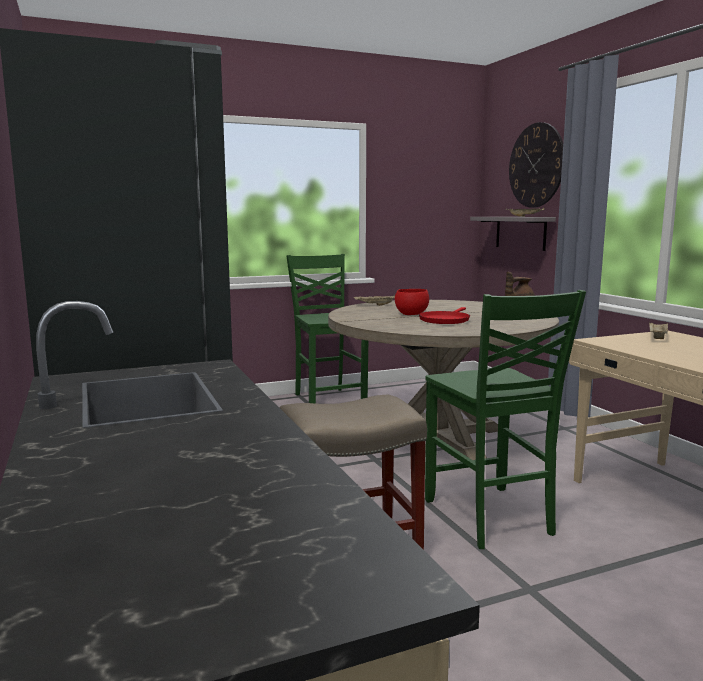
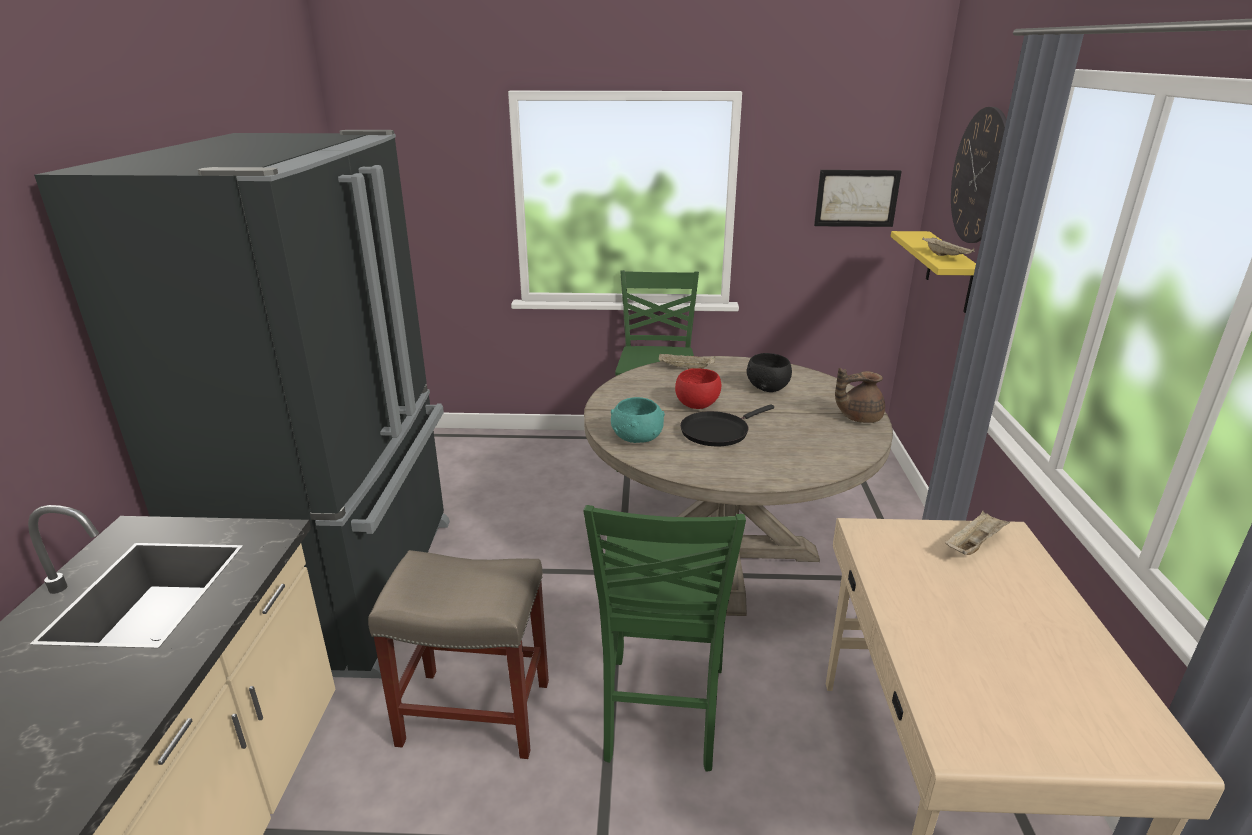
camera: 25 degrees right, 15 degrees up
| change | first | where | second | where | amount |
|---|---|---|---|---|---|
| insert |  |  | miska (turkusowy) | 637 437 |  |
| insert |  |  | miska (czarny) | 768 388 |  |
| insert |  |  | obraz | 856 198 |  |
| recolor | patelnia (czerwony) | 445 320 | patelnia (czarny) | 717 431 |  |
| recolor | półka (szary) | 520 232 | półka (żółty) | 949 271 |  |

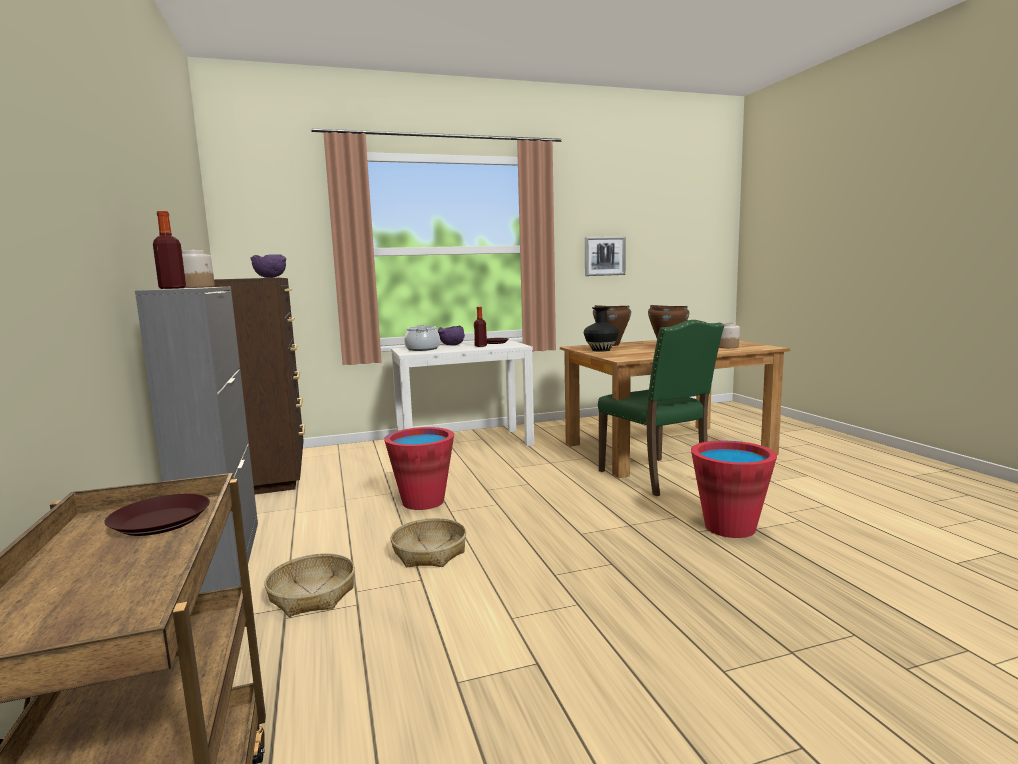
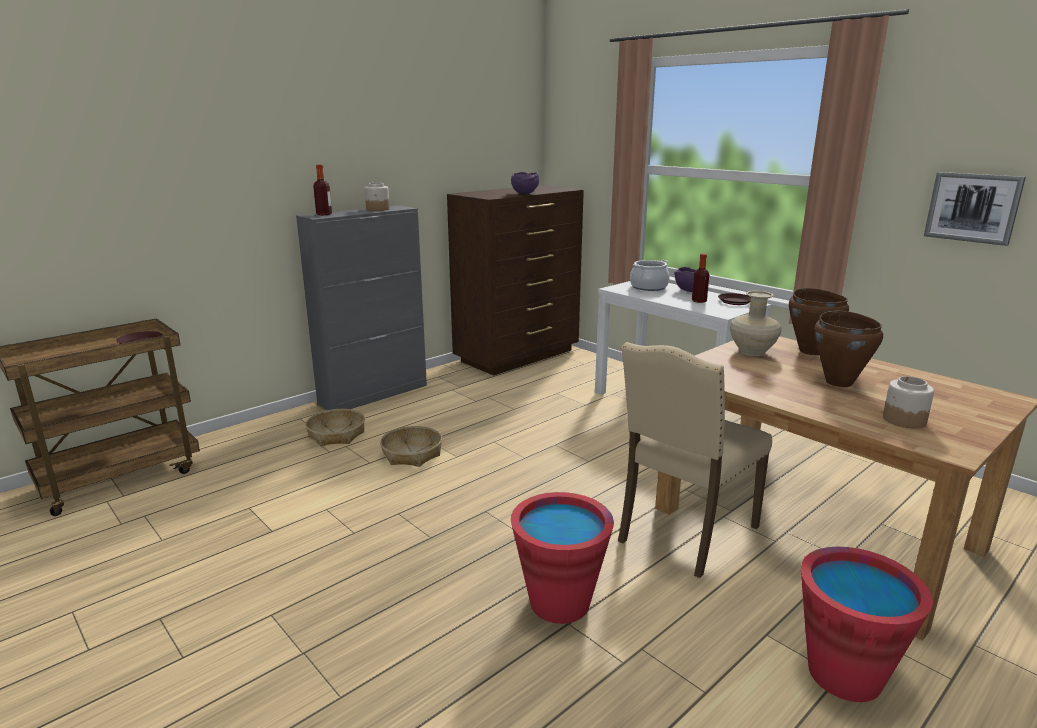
camera: 65 degrees right, 10 degrees up
| change | first | where | second | where | amount |
|---|---|---|---|---|---|
| move | wiadro (czerwony) | 423 501 |  | 844 674 |  |
| recolor | wazon (czarny) | 601 350 | wazon (beżowy) | 752 352 |  |
| recolor | krzesło (zielony) | 656 477 | krzesło (beżowy) | 684 534 |  |

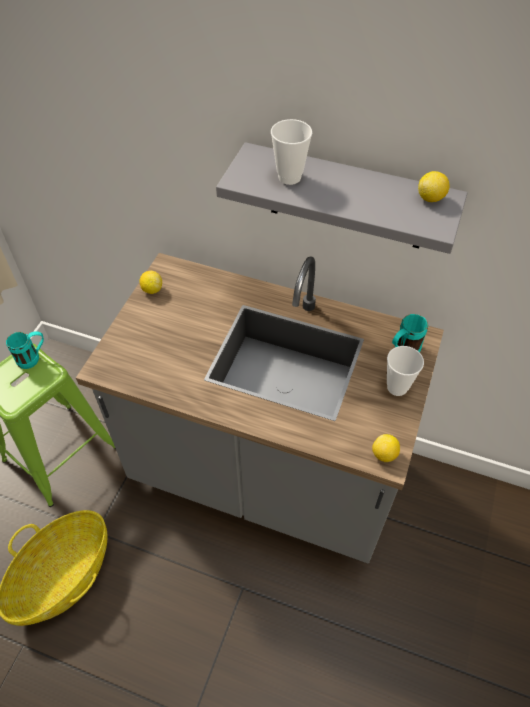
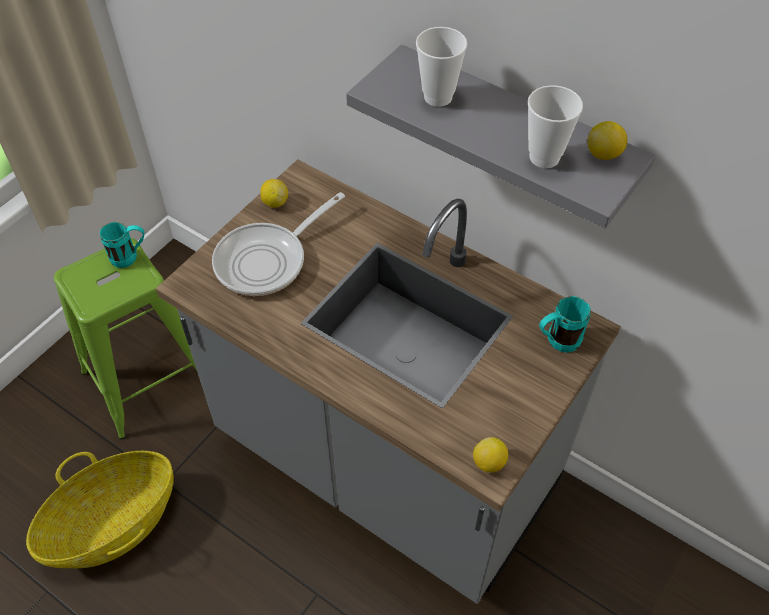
camera: 15 degrees right, 0 degrees up
| change | first | where | second | where | amount |
|---|---|---|---|---|---|
| insert |  |  | patelnia | 267 260 |  |
| move | filiżanka | 397 387 |  | 544 157 |  |

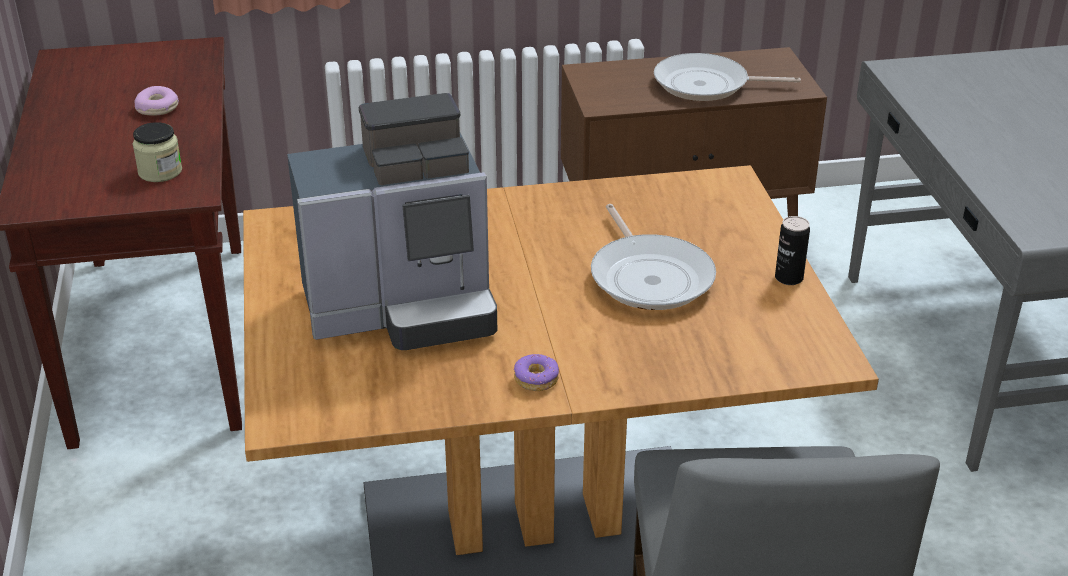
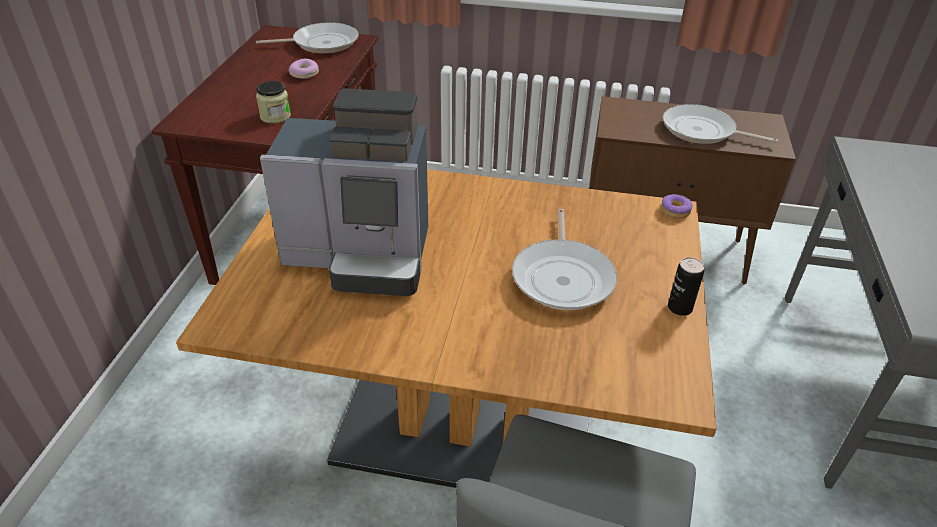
camera: 20 degrees right, 5 degrees up
| change | first | where | second | where | amount |
|---|---|---|---|---|---|
| insert |  |  | patelnia | 321 43 |  |
| move | donut | 536 379 |  | 675 211 |  |

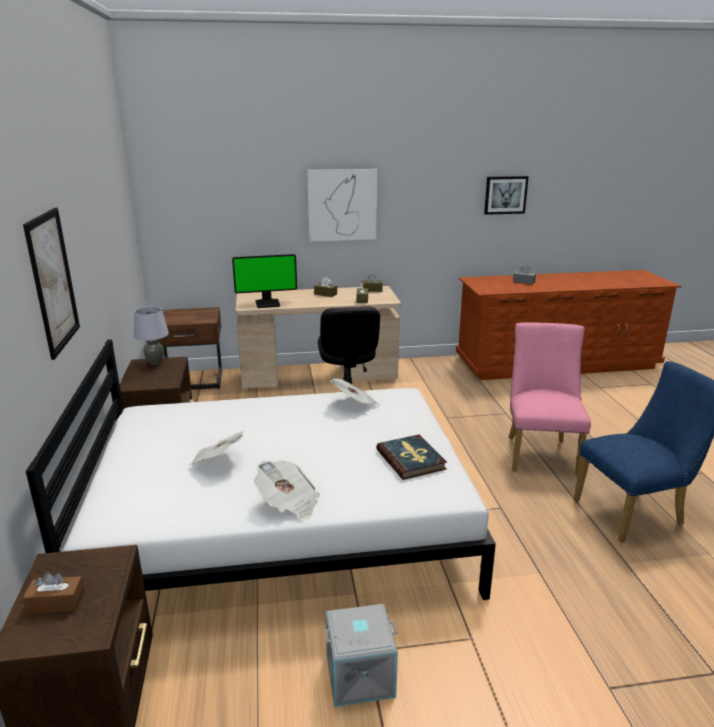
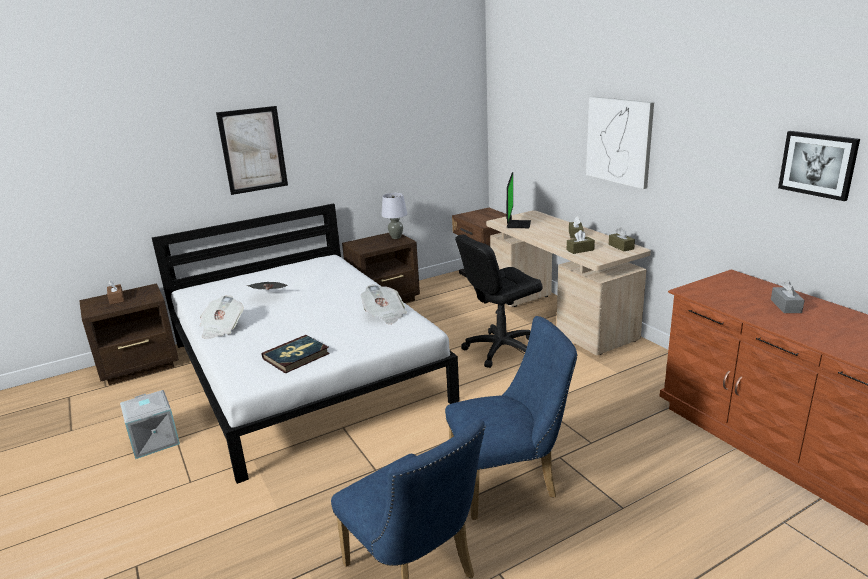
camera: 70 degrees right, 0 degrees up
| change | first | where | second | where | amount |
|---|---|---|---|---|---|
| recolor | krzesło (różowy) | 540 452 | krzesło (niebieski) | 510 482 |  |
| rotate | monitor | 268 303 |  | 517 224 | 135 degrees counterclockwise |

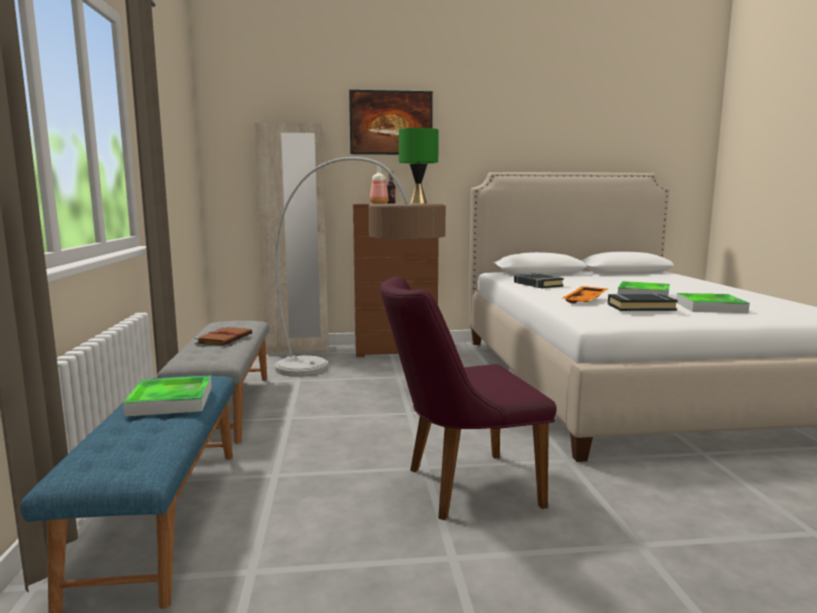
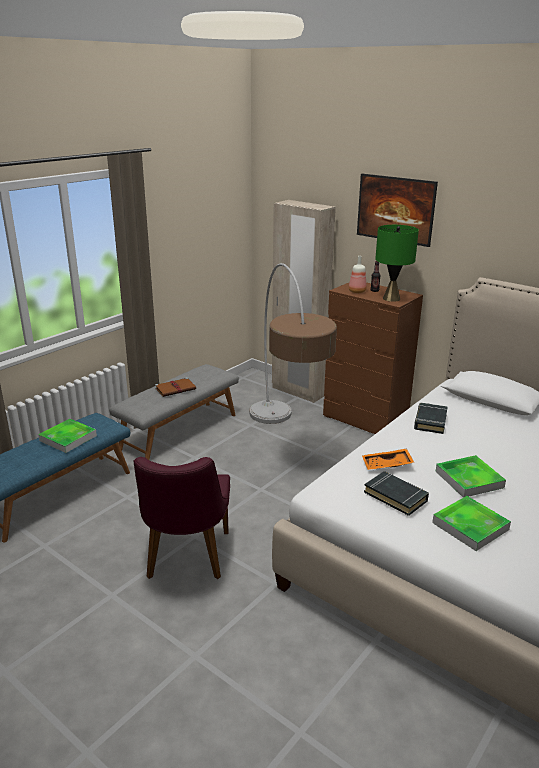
camera: 45 degrees right, 15 degrees up
| change | first | where | second | where | amount |
|---|---|---|---|---|---|
| rotate | krzesło (fioletowy) | 459 487 |  | 186 560 | 120 degrees counterclockwise |

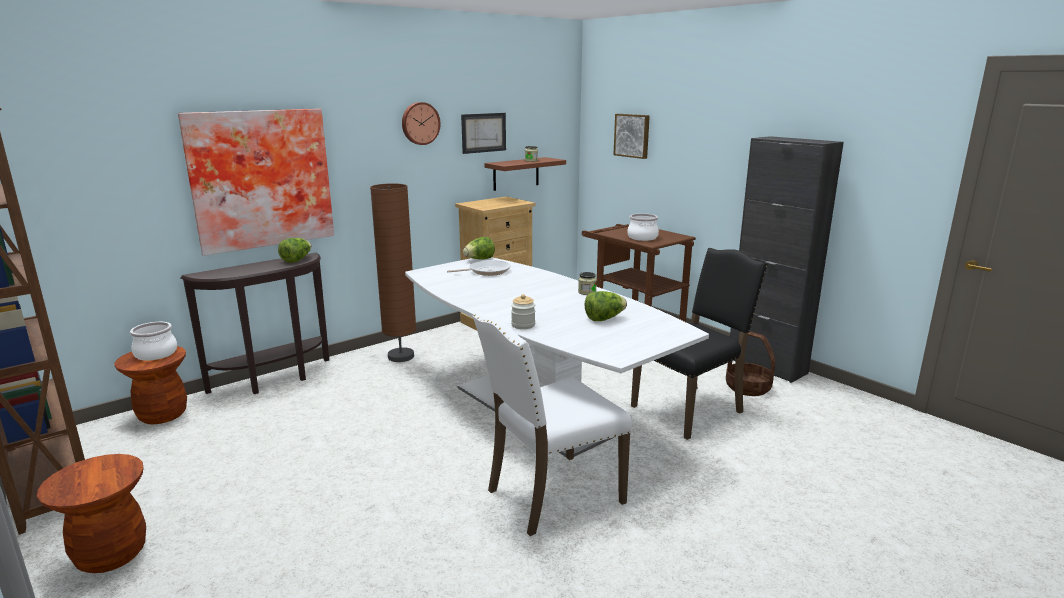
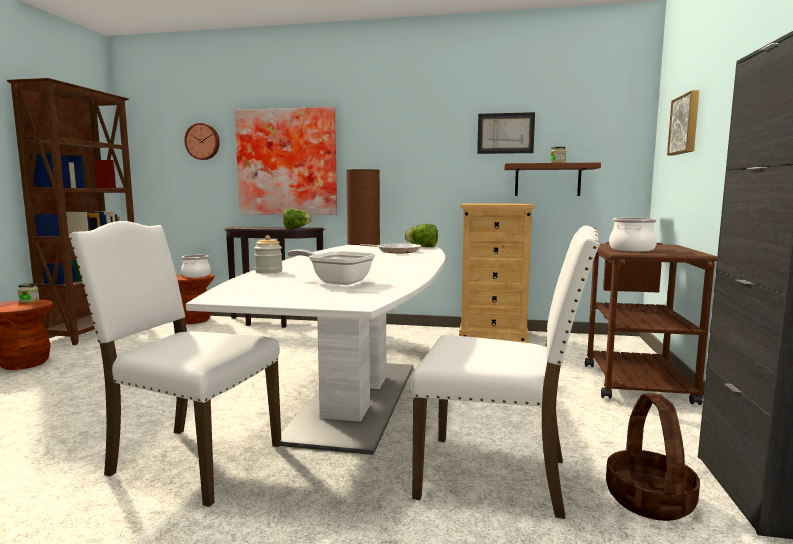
camera: 50 degrees right, 10 degrees down
| change | first | where | second | where | amount |
|---|---|---|---|---|---|
| move | zegar ścienny | 420 123 |  | 203 141 |  |
| move | słoik | 587 292 |  | 29 301 |  |
| replace | sałata | 604 319 | patelnia | 337 282 |  |
| recolor | krzesło (czarny) | 690 409 | krzesło (biały) | 497 476 |  |

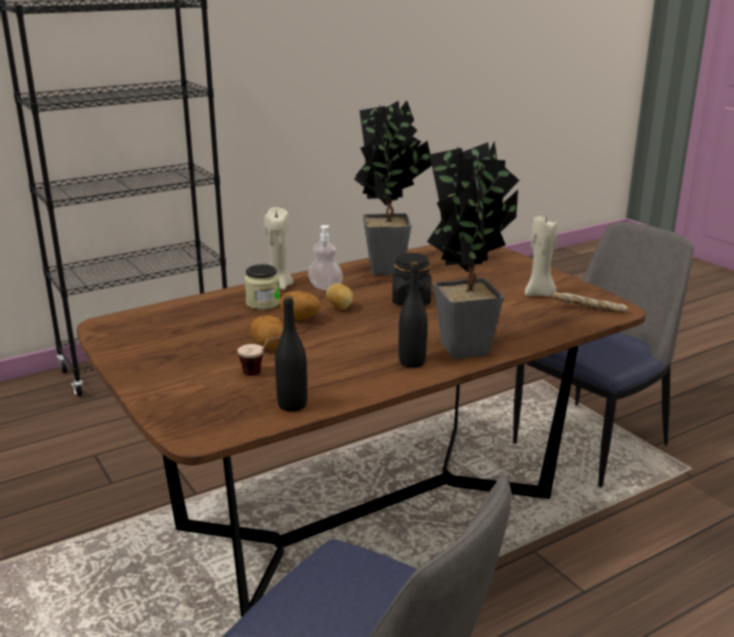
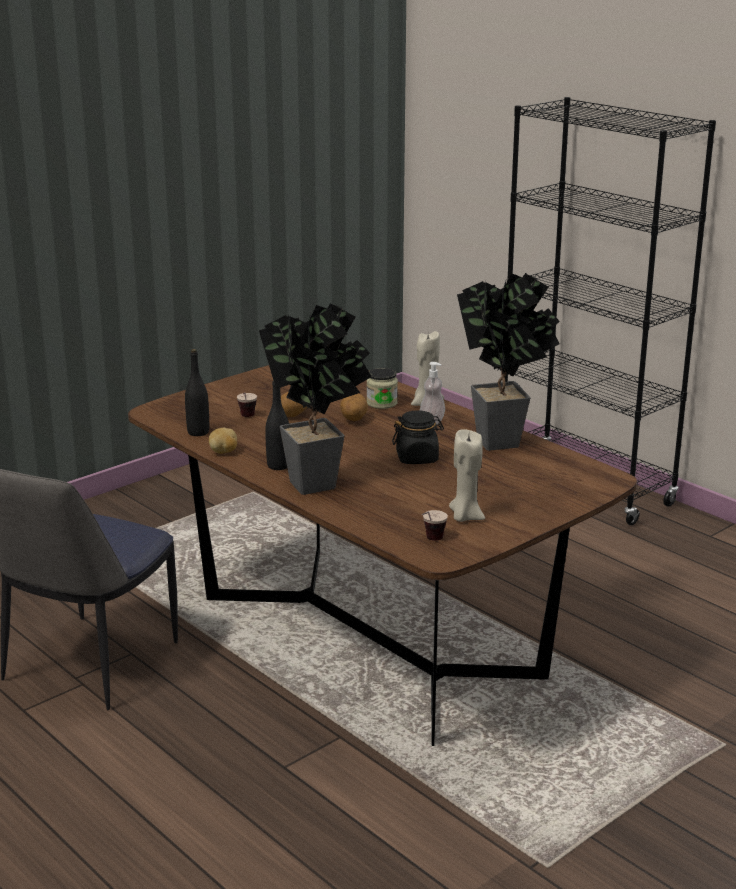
camera: 80 degrees right, 0 degrees up
| change | first | where | second | where | amount |
|---|---|---|---|---|---|
| delete | krzesło | 592 442 |  |  |  |
| move | ziemniak | 340 308 |  | 223 452 |  |
| replace | chleb | 589 310 | filiżanka | 430 541 |  |

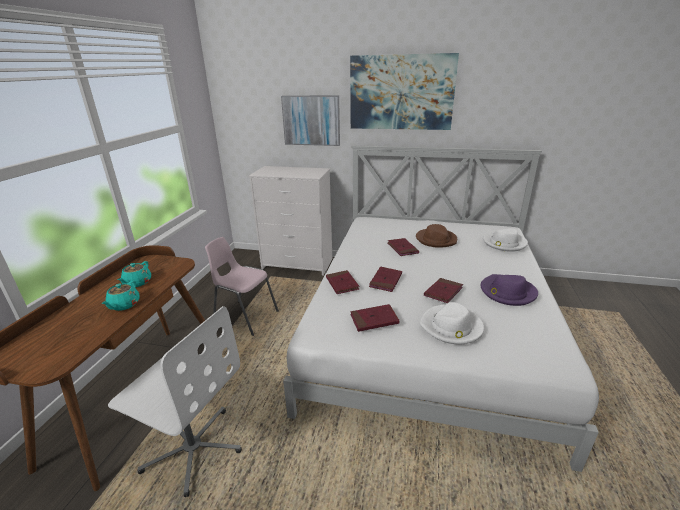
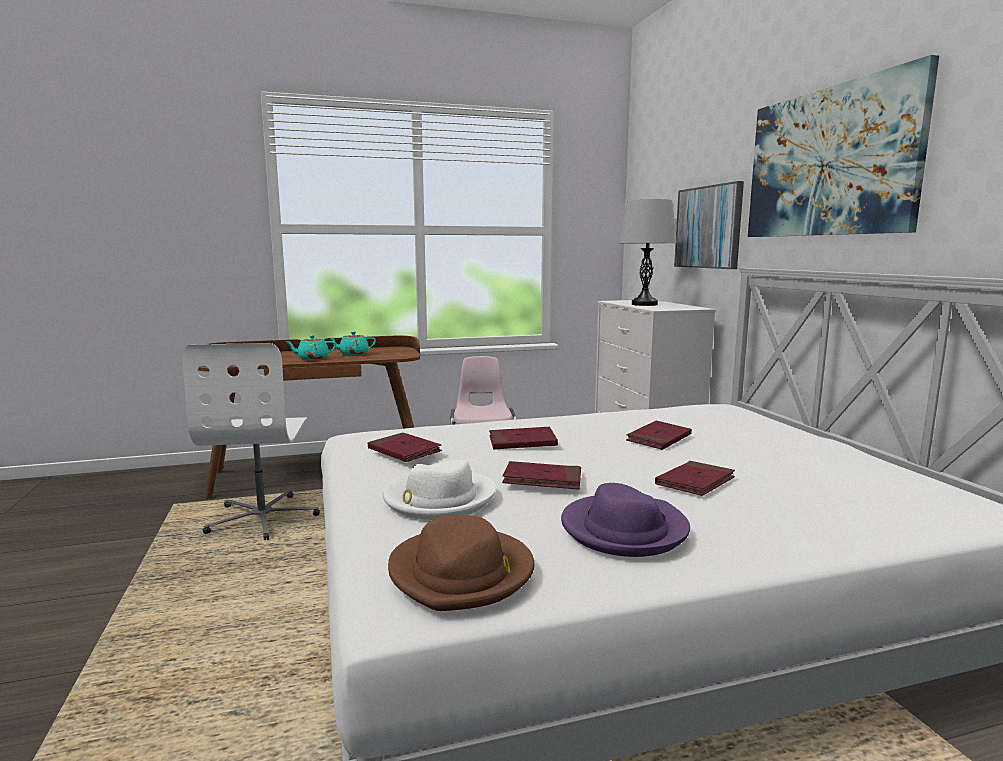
camera: 60 degrees right, 15 degrees down
| change | first | where | second | where | amount |
|---|---|---|---|---|---|
| delete | kapelusz (biały) | 504 243 |  |  |  |
| insert |  |  | lampa stołowa (szary) | 644 304 |  |
| move | książka (czerwony) | 342 284 |  | 695 482 |  |
| move | kapelusz (brązowy) | 436 239 |  | 462 573 |  |

